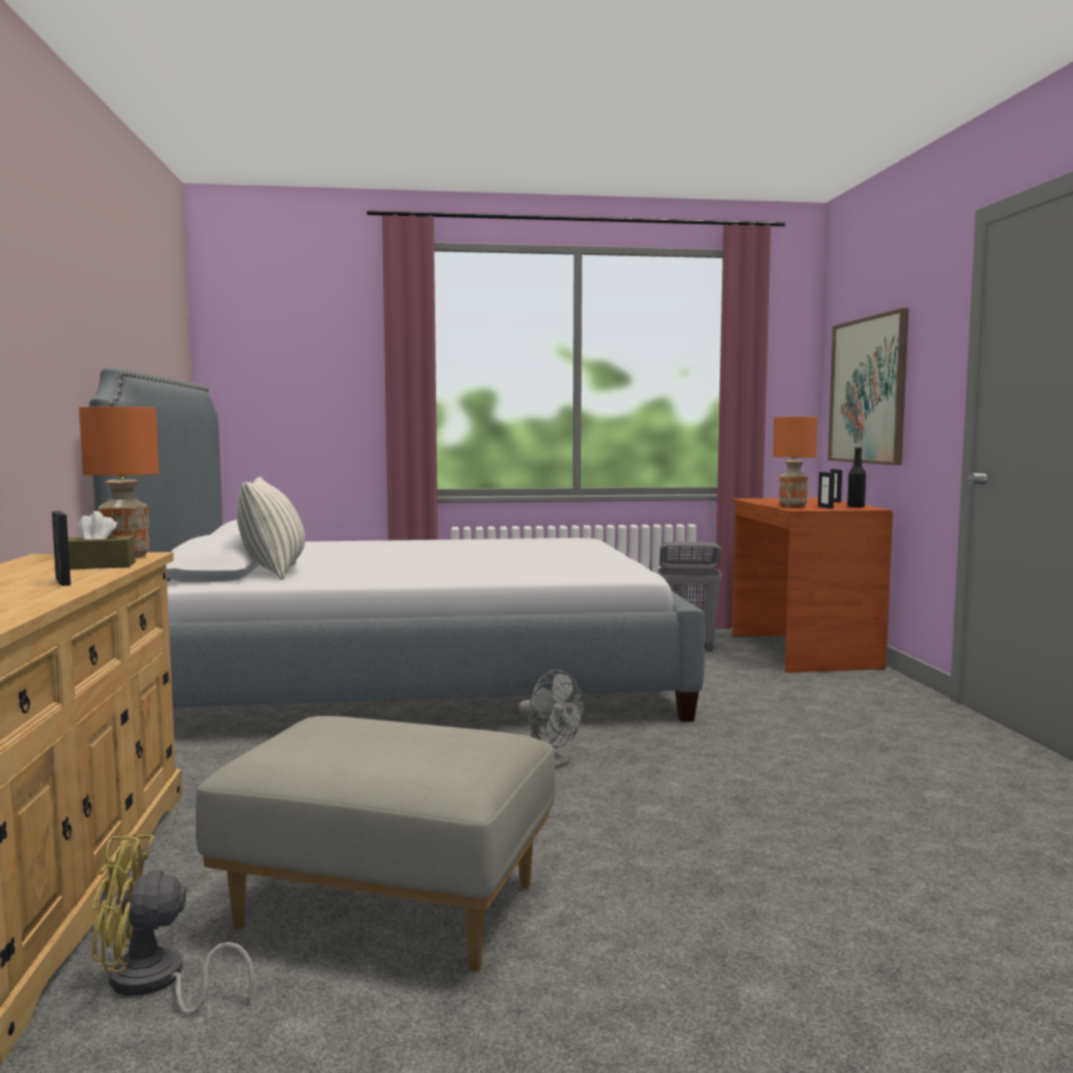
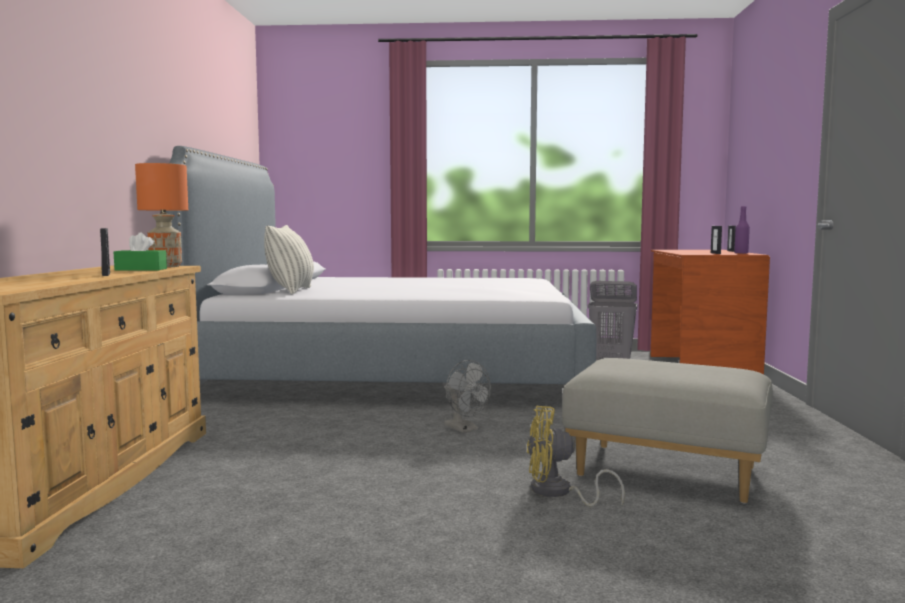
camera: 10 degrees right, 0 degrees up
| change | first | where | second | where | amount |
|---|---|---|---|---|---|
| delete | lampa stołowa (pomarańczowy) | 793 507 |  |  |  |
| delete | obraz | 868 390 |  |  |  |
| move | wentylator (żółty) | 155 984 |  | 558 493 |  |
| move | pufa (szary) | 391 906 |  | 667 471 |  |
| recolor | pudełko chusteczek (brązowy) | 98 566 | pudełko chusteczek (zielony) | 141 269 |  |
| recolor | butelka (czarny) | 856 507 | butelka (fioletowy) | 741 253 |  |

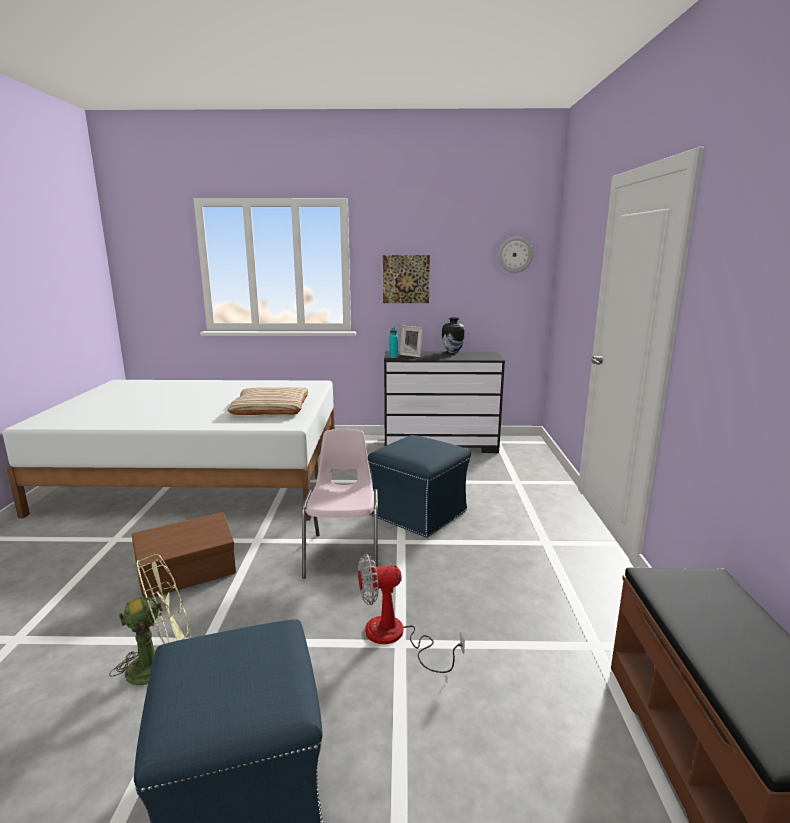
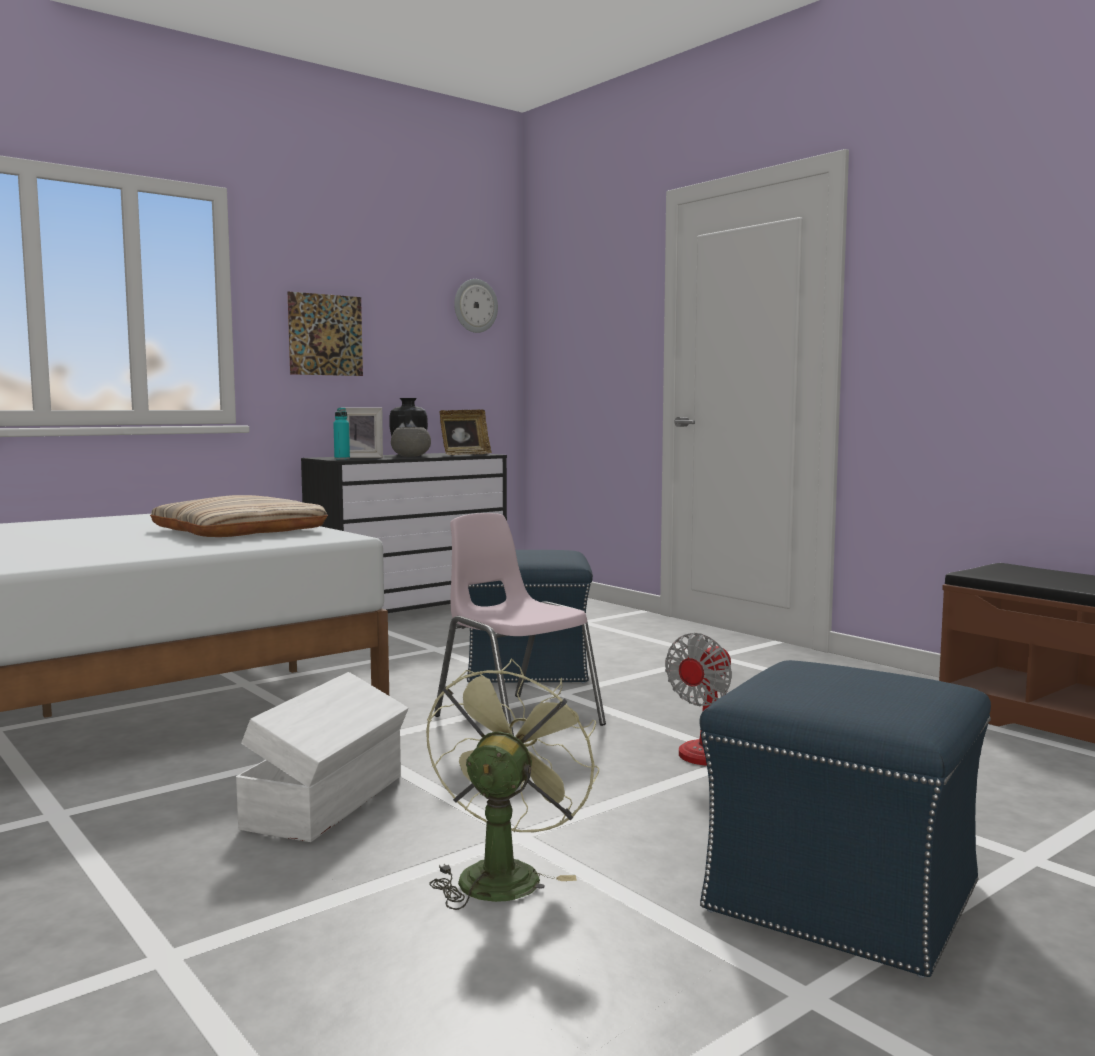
camera: 40 degrees left, 10 degrees down
| change | first | where | second | where | amount |
|---|---|---|---|---|---|
| insert |  |  | miska (szary) | 410 456 |  |
| insert |  |  | ramka na zdjęcie | 464 454 |  |
| recolor | pojemnik do przechowywania (brązowy) | 188 576 | pojemnik do przechowywania (biały) | 328 801 |  |

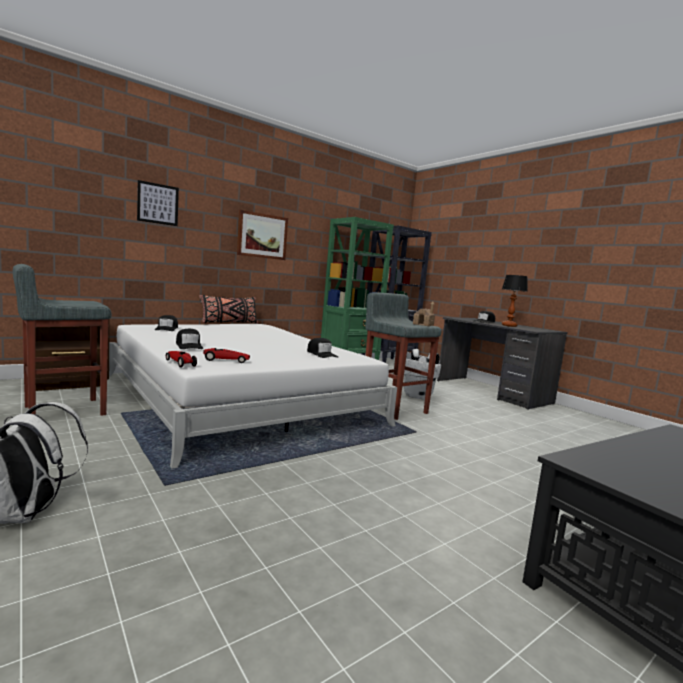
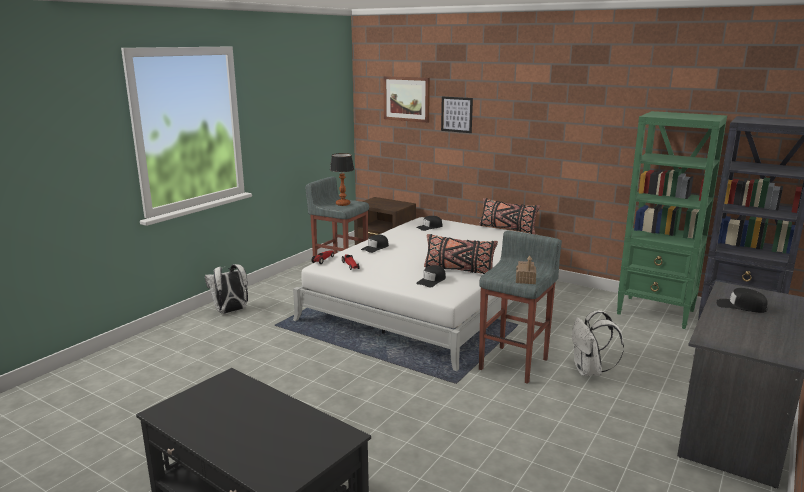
camera: 70 degrees right, 10 degrees up
| change | first | where | second | where | amount |
|---|---|---|---|---|---|
| insert |  |  | poduszka (czarny) | 459 270 |  |
| move | obraz | 262 236 |  | 406 99 |  |
| move | lampa stołowa | 509 326 |  | 342 204 |  |

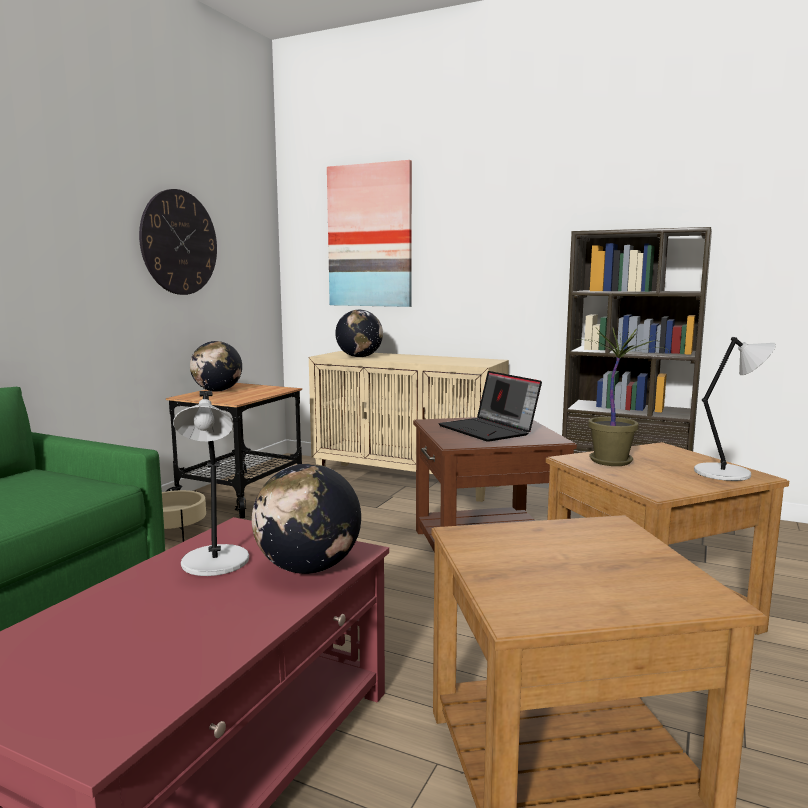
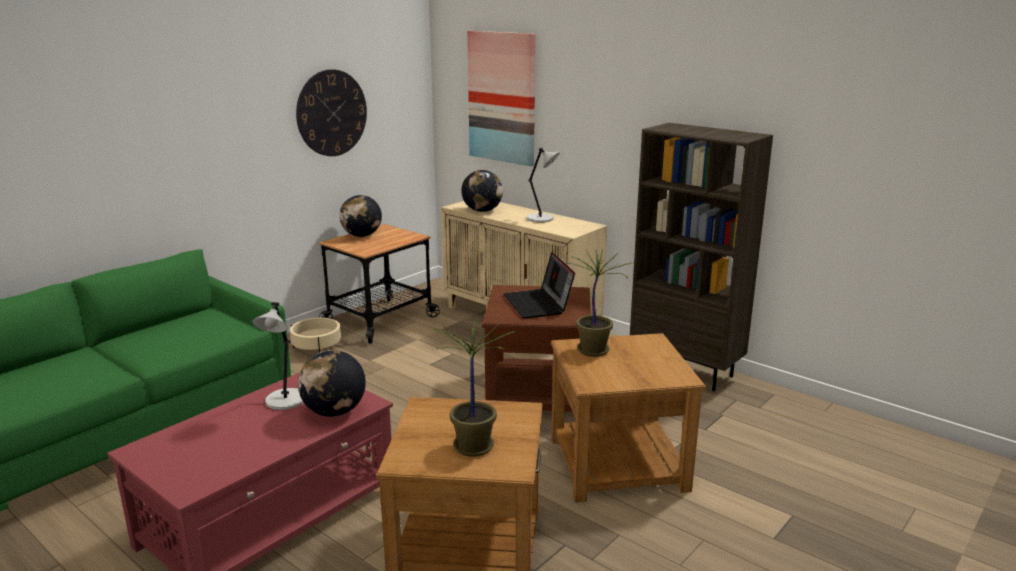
camera: 15 degrees right, 10 degrees up
| change | first | where | second | where | amount |
|---|---|---|---|---|---|
| insert |  |  | roślina doniczkowa | 472 446 |  |
| move | lampa stołowa (szary) | 725 473 |  | 542 219 |  |

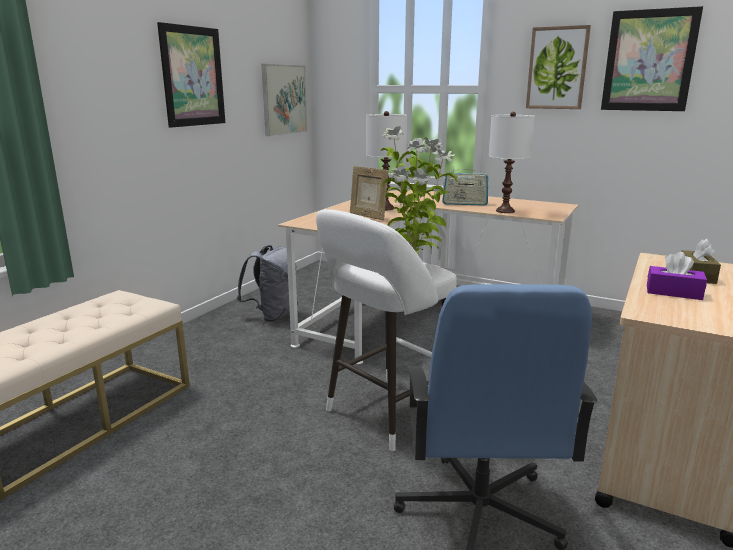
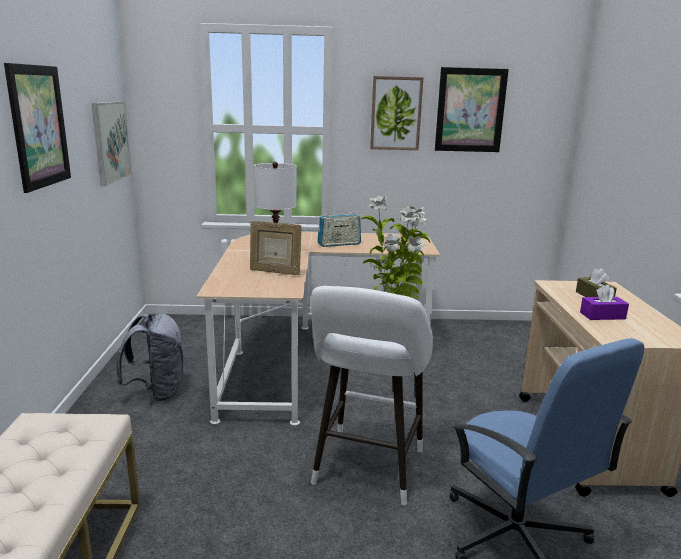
camera: 30 degrees left, 0 degrees up
| change | first | where | second | where | amount |
|---|---|---|---|---|---|
| delete | lampa stołowa (biały) | 505 211 |  |  |  |

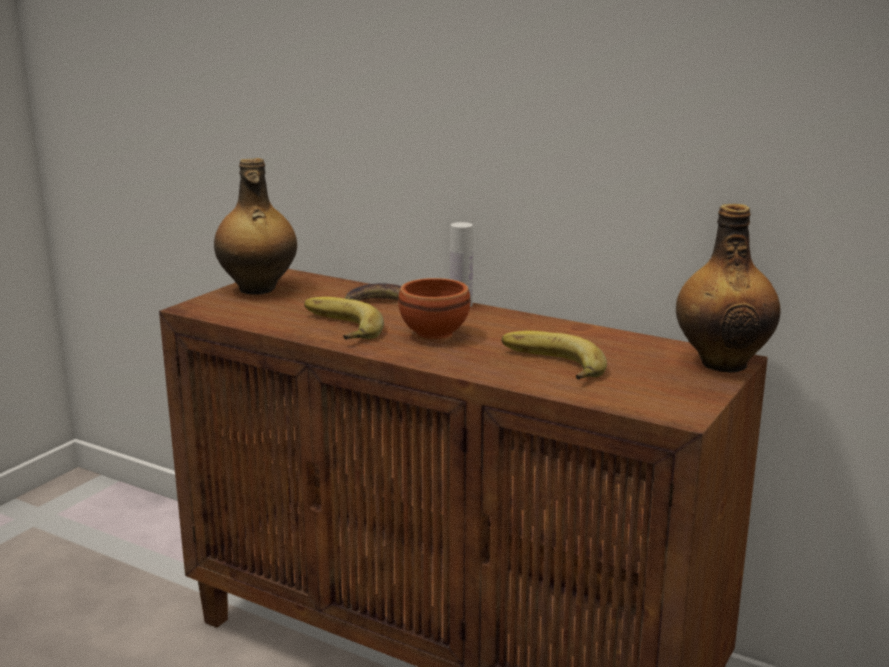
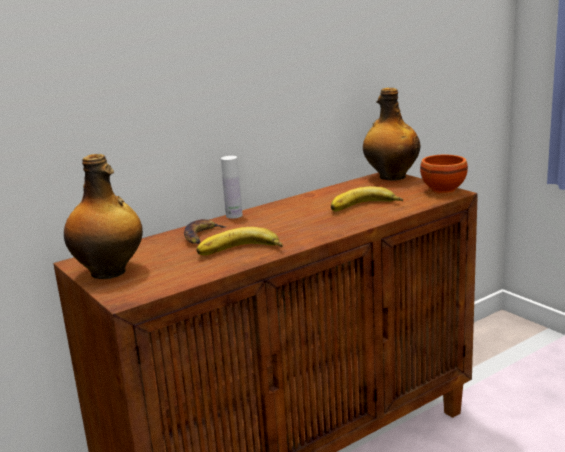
camera: 65 degrees left, 0 degrees up
| change | first | where | second | where | amount |
|---|---|---|---|---|---|
| move | miska (brązowy) | 433 335 |  | 444 191 |  |

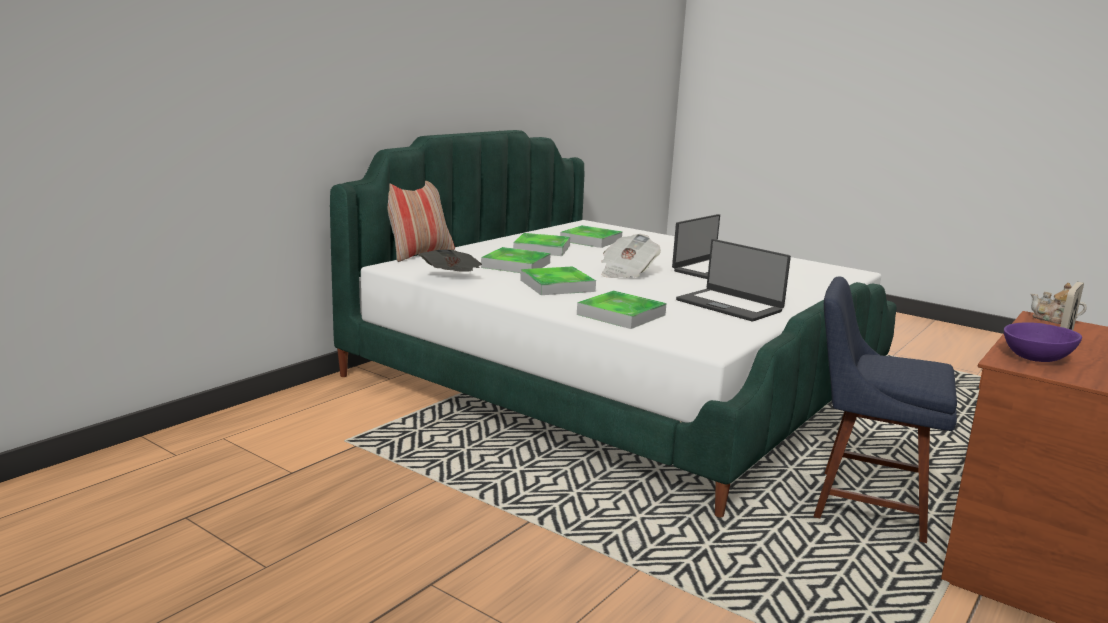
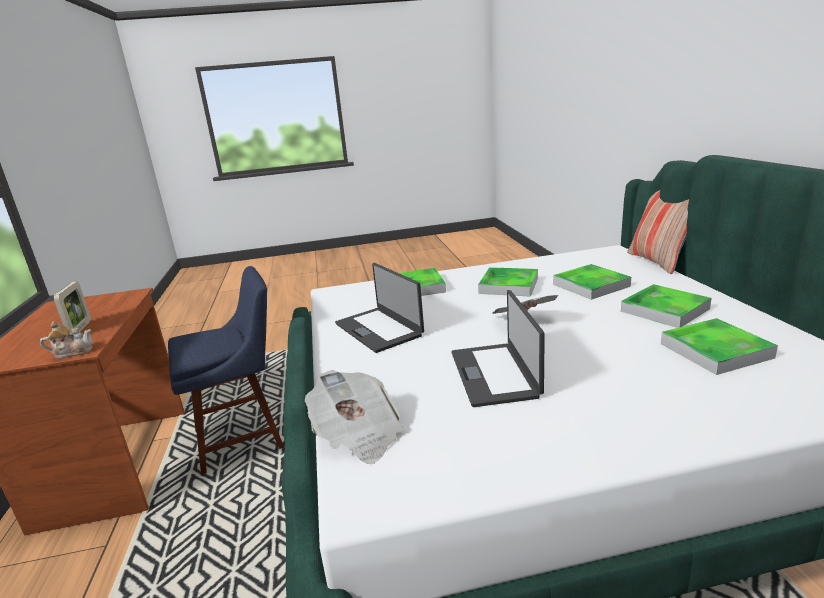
camera: 135 degrees right, 5 degrees up
| change | first | where | second | where | amount |
|---|---|---|---|---|---|
| delete | miska (fioletowy) | 1037 358 |  |  |  |
| move | gazeta | 451 278 |  | 358 435 |  |
| rotate | laptop | 730 305 |  | 379 329 | 120 degrees counterclockwise |

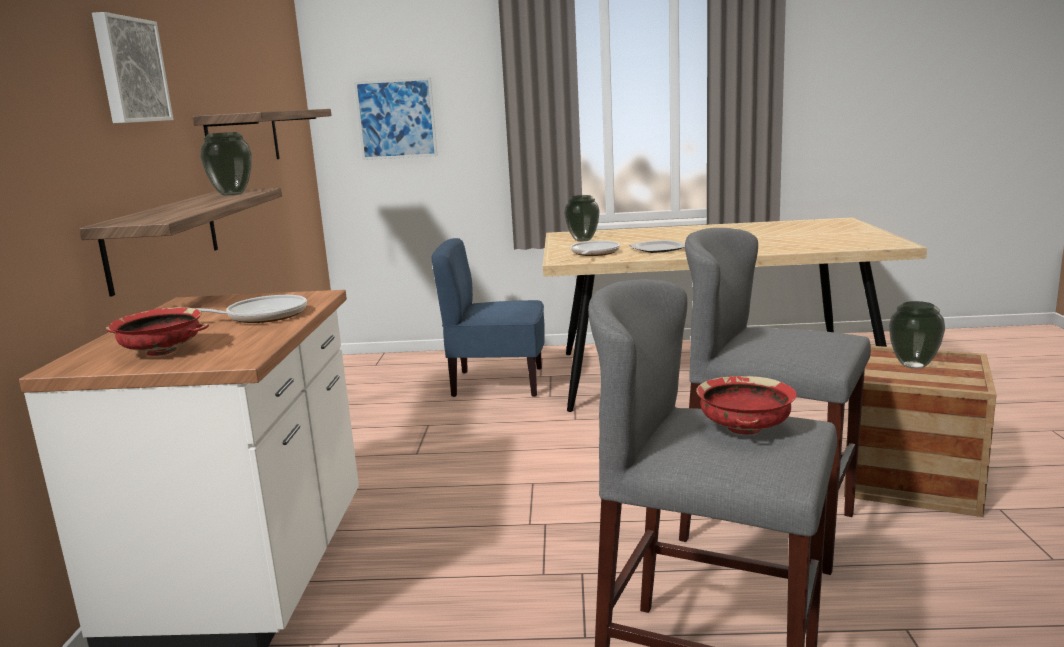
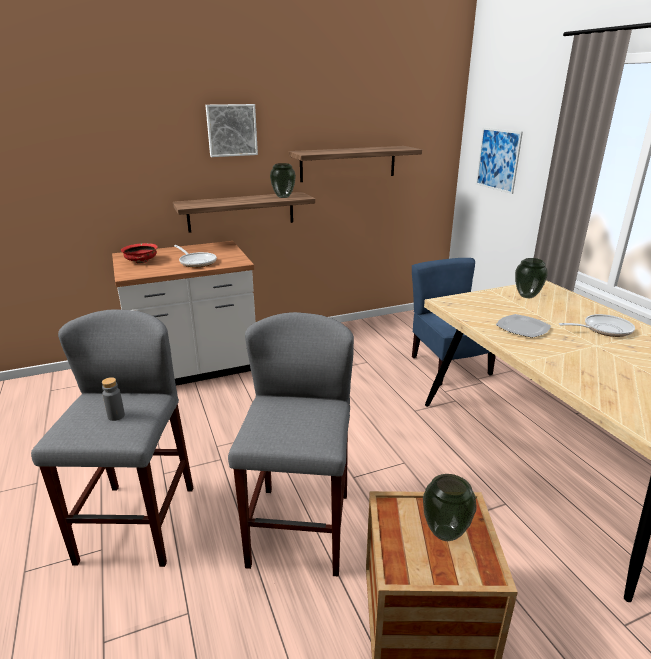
camera: 65 degrees right, 10 degrees up
| change | first | where | second | where | amount |
|---|---|---|---|---|---|
| move | patelnia | 594 253 |  | 603 329 |  |
| replace | miska (czerwony) | 744 427 | butelka (szary) | 116 416 |  |

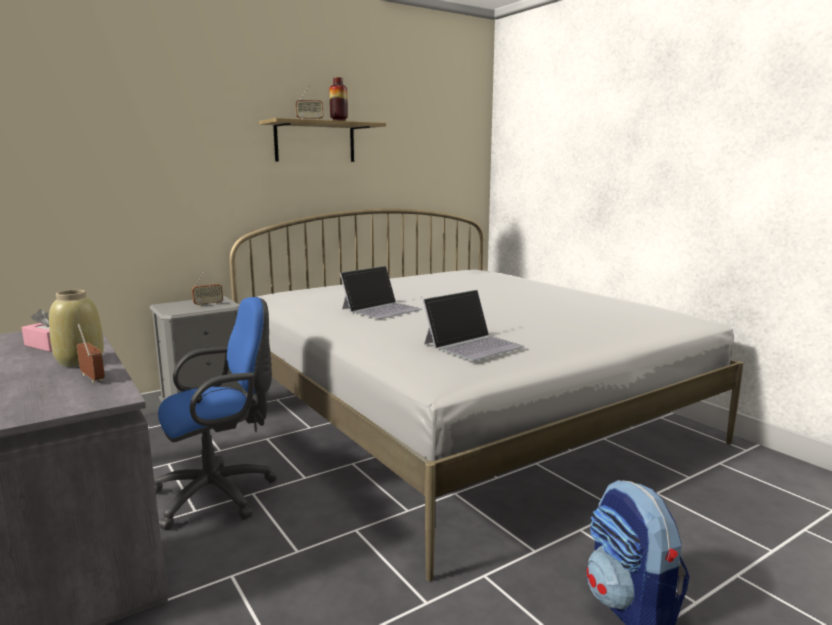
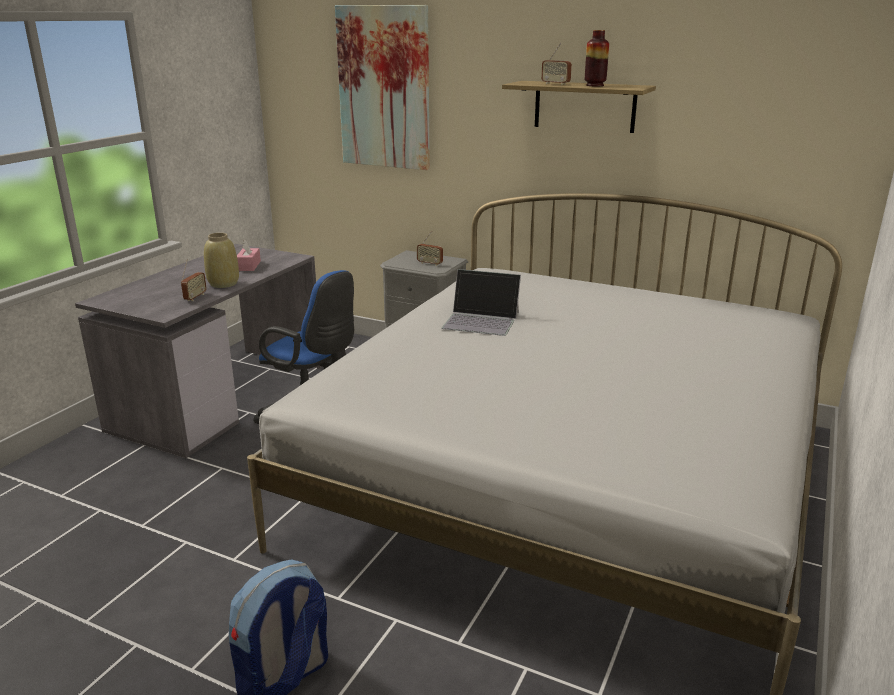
camera: 60 degrees right, 10 degrees up
| change | first | where | second | where | amount |
|---|---|---|---|---|---|
| delete | laptop | 473 345 |  |  |  |
| insert |  |  | obraz | 384 88 |  |

